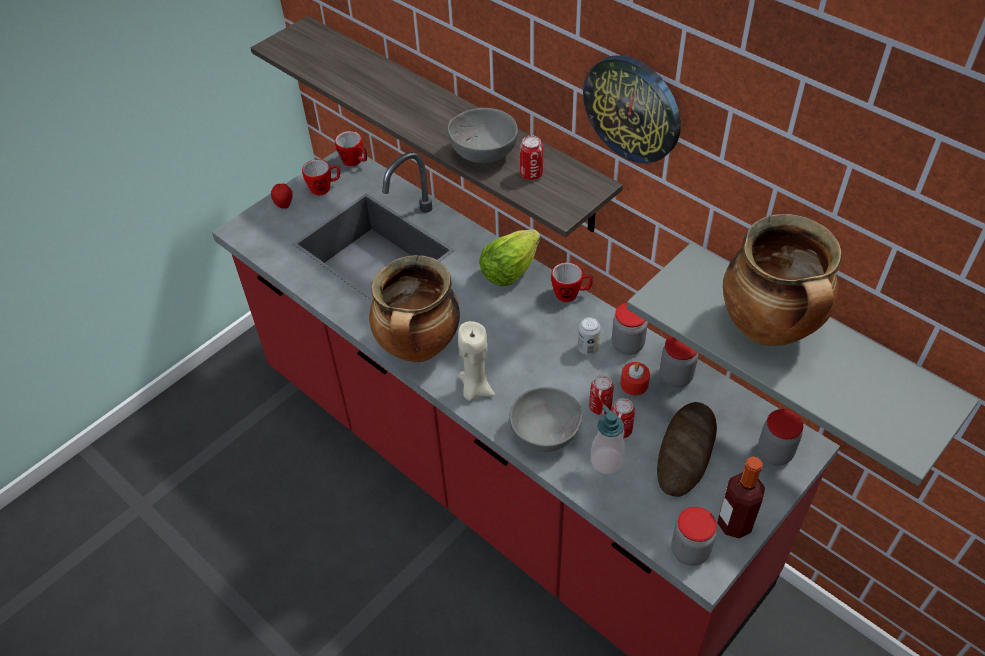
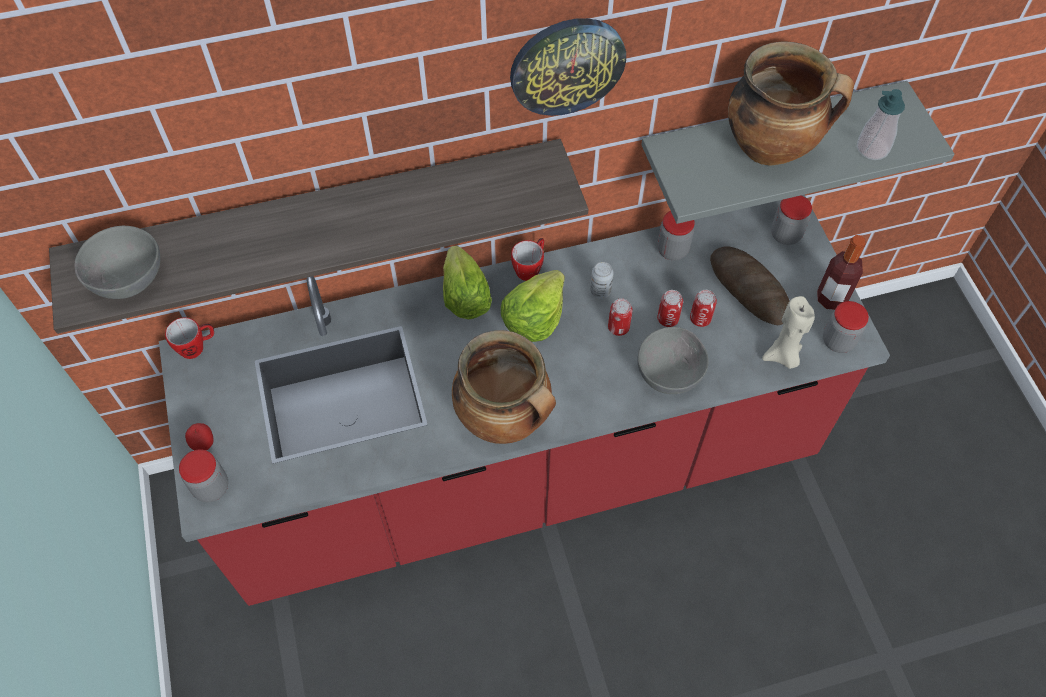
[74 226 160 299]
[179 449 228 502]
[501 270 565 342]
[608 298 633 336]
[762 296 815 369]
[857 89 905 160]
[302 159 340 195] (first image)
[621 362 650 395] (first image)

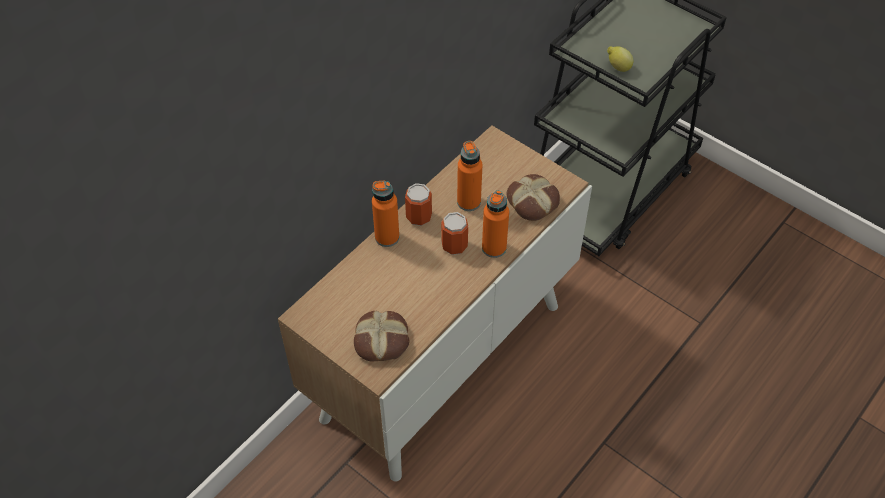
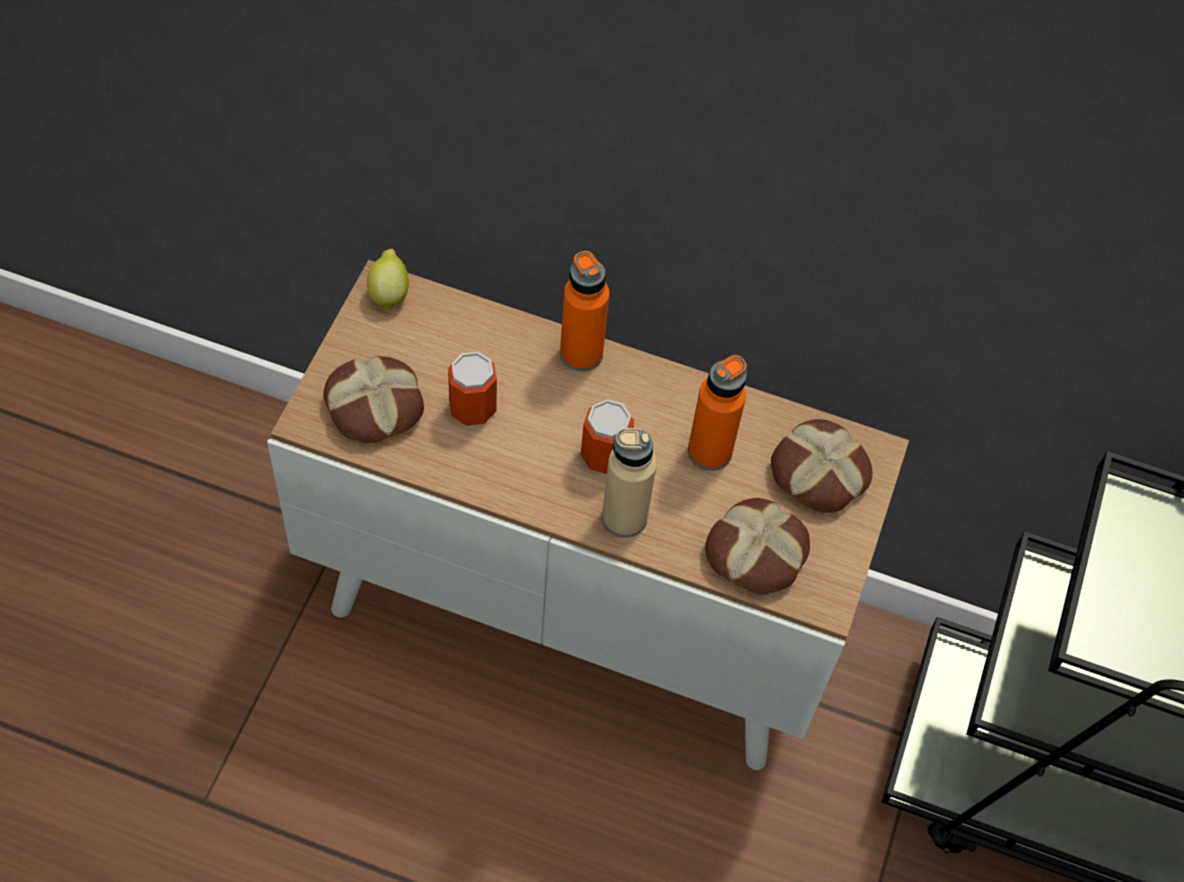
[367 249 409 311]
[448 351 497 426]
[602 428 657 538]
[771 419 872 513]

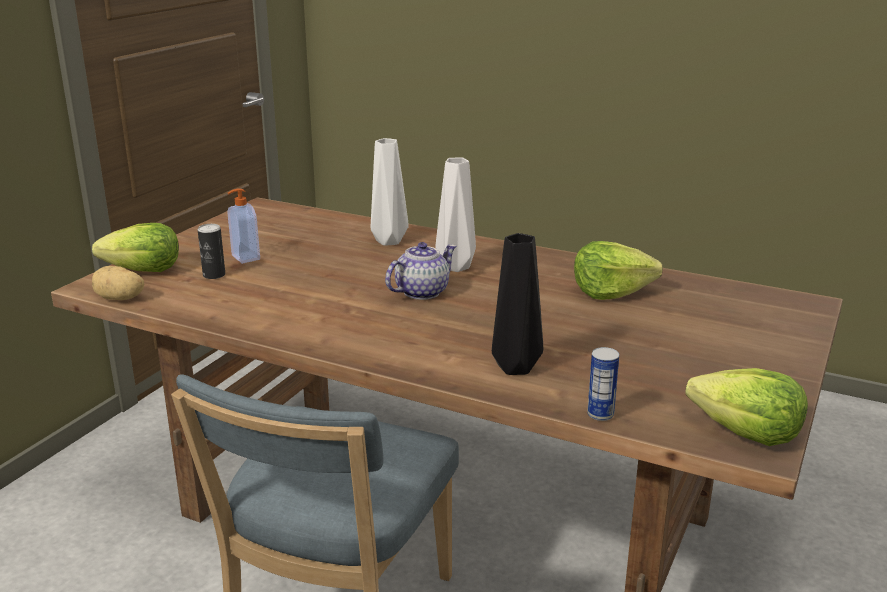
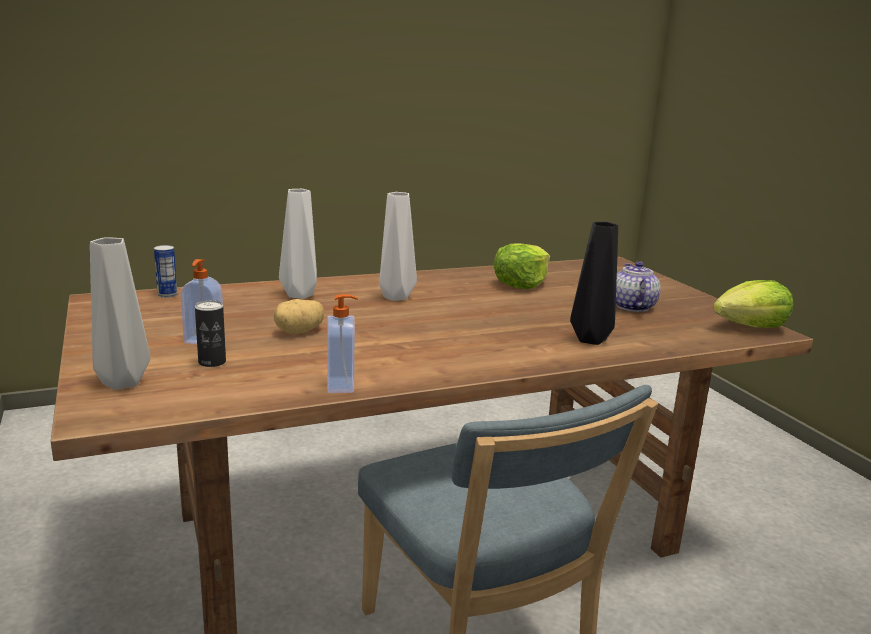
[90 237 150 390]
[154 245 177 298]
[274 299 324 334]
[327 294 358 393]
[616 261 661 312]

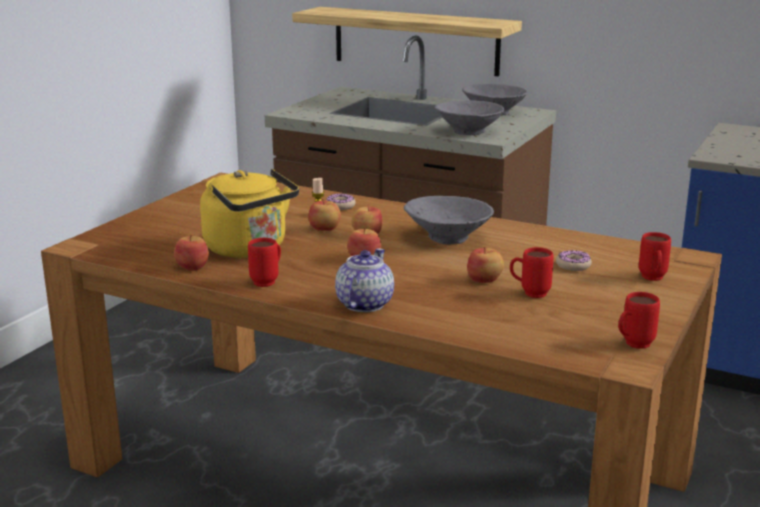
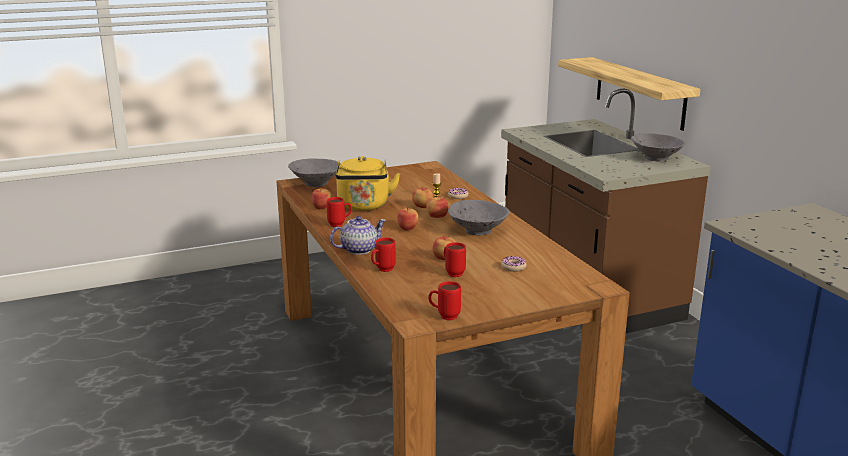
[288 159 341 187]
[371 238 396 272]

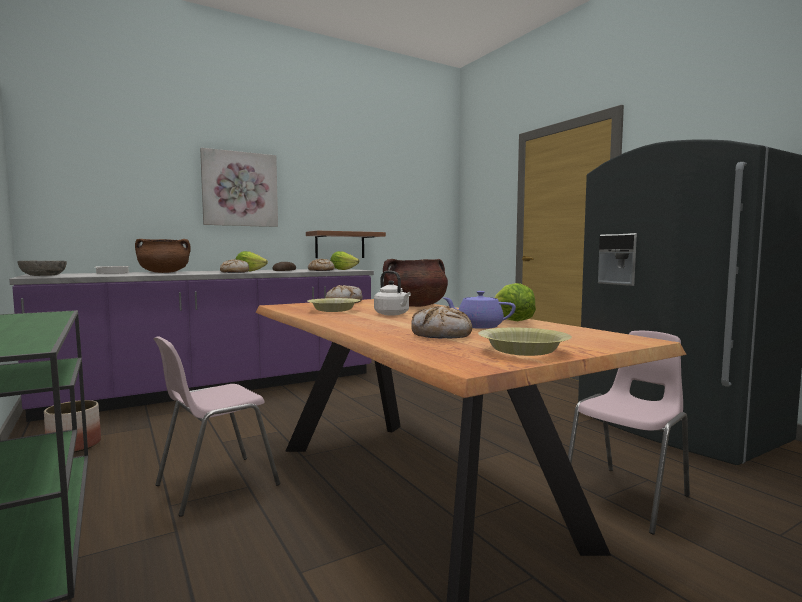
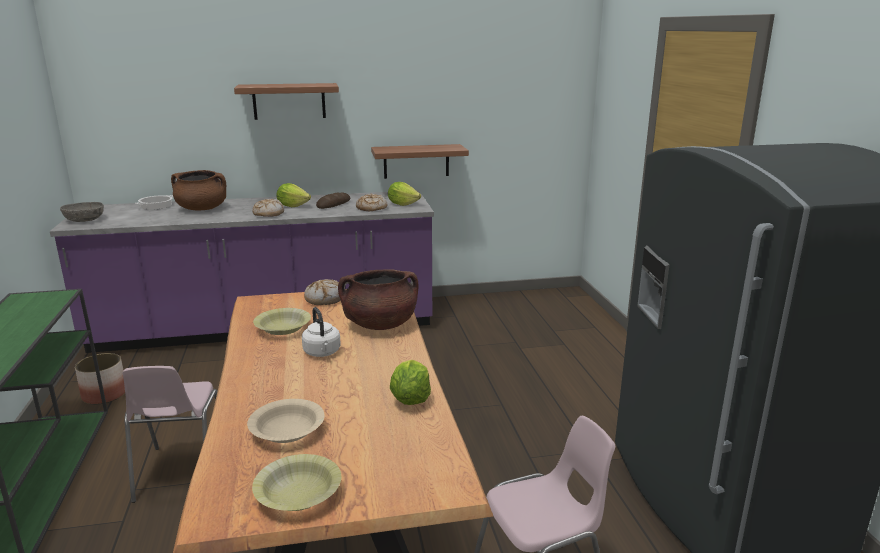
[123 366 218 503]
[234 83 339 120]
[247 399 325 443]
[442 291 516 329] (first image)

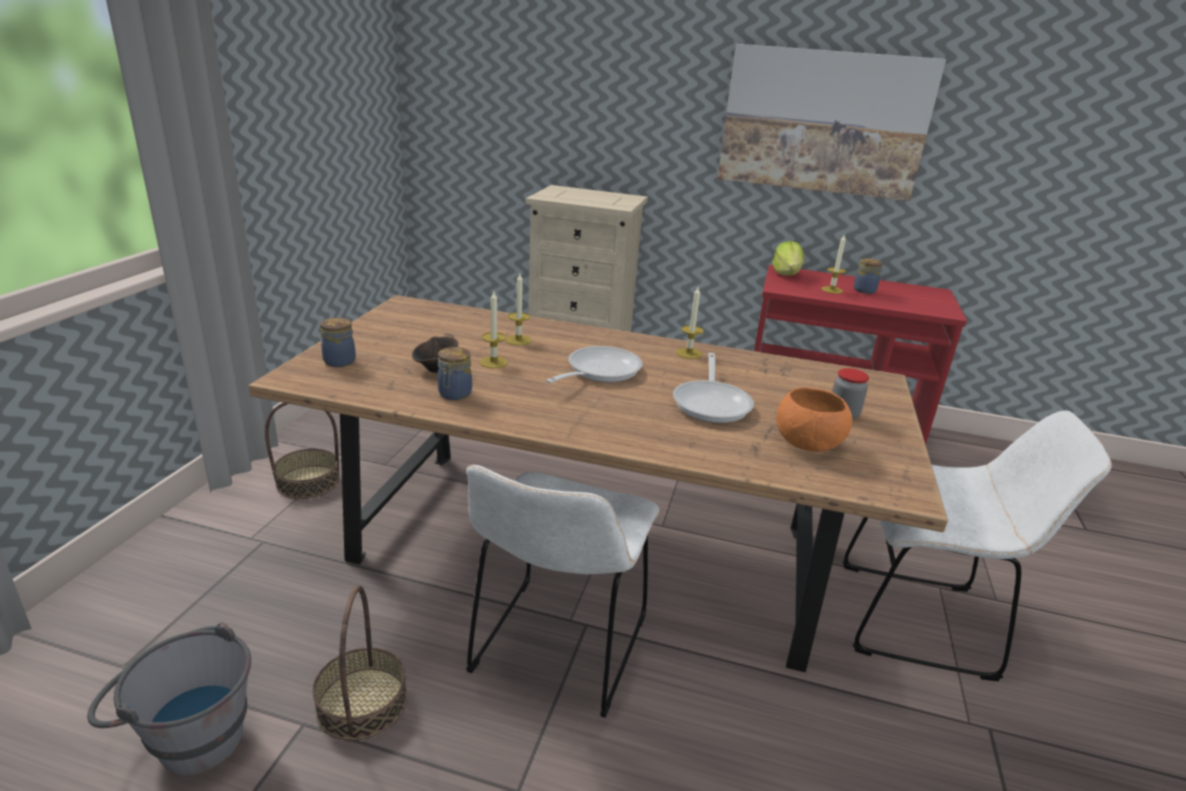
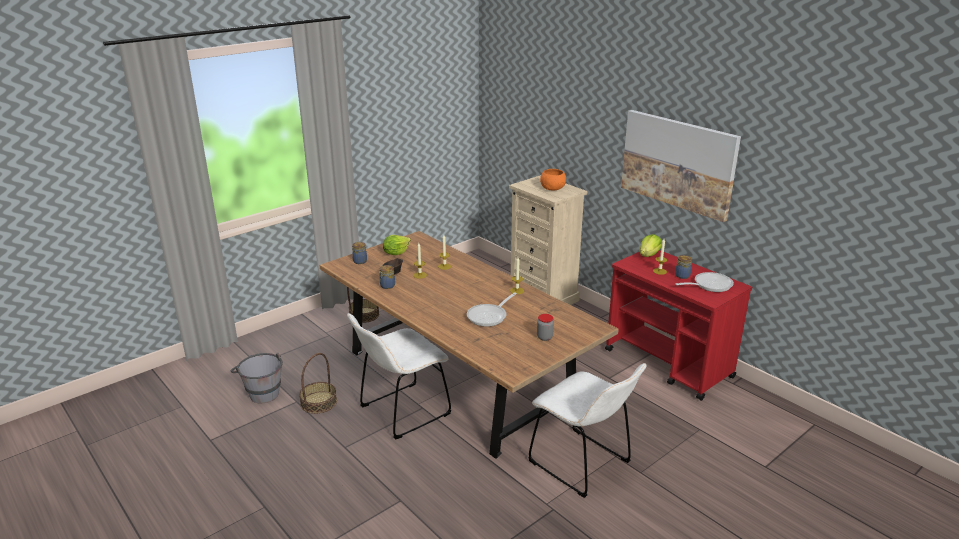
[383 235 411 255]
[540 169 566 190]
[675 272 734 292]

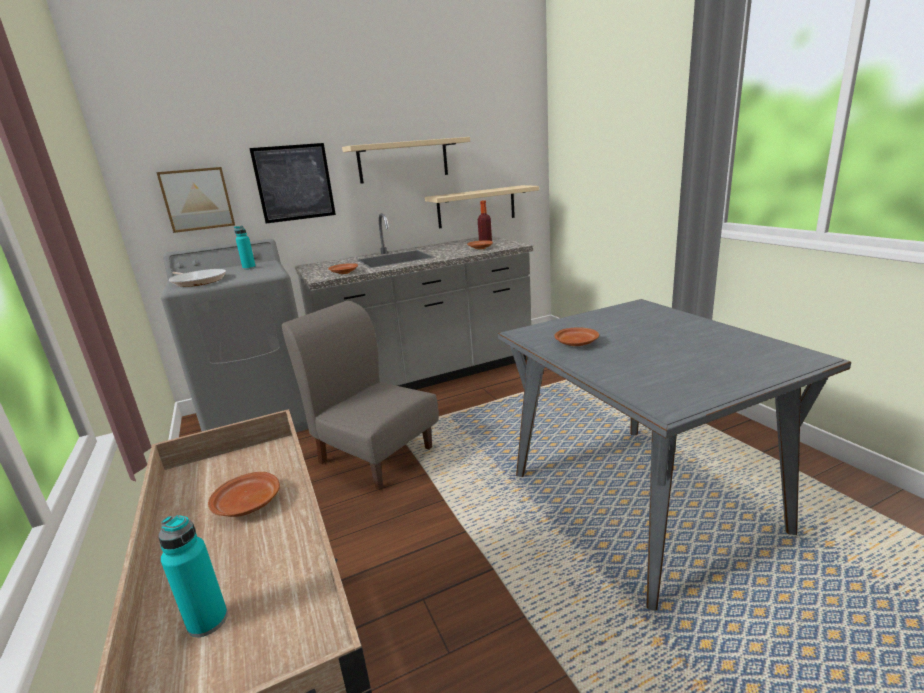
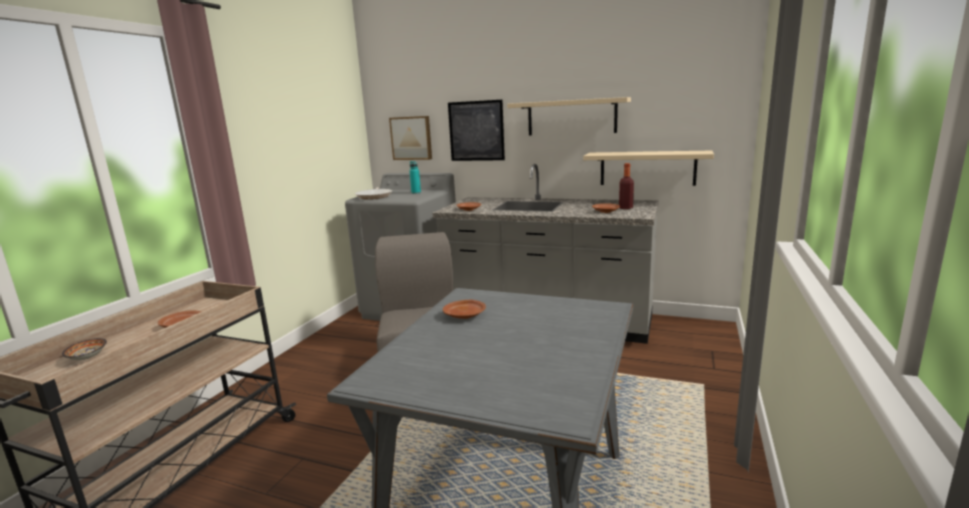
[62 338 107 360]

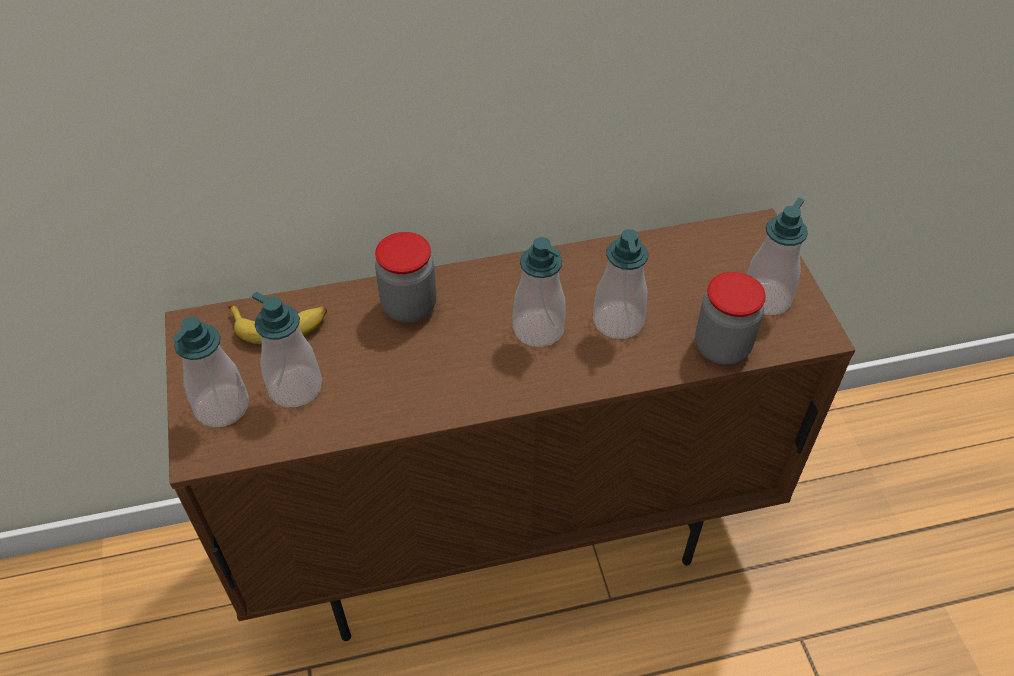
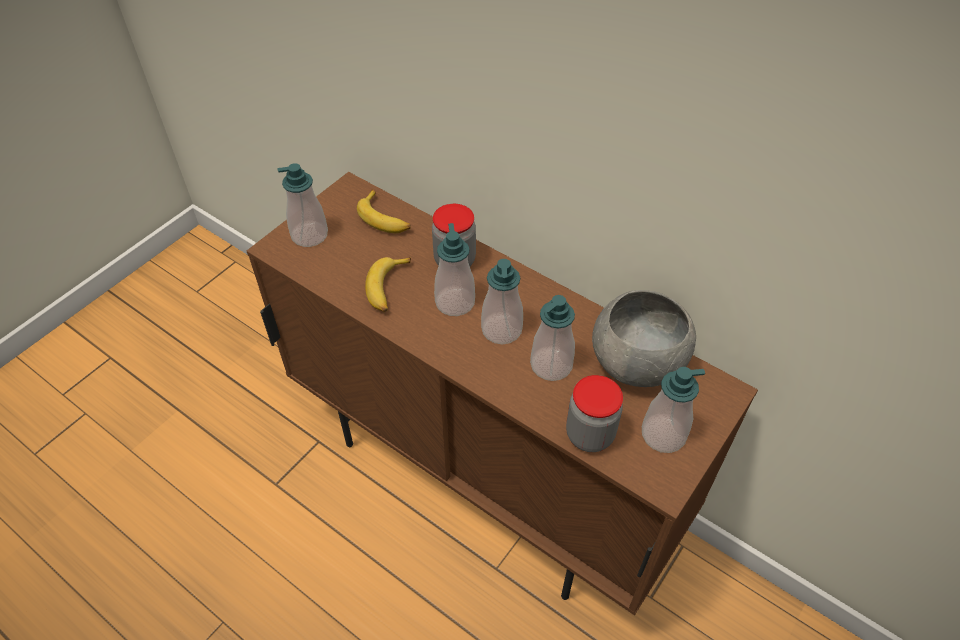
[365 257 411 312]
[434 223 475 316]
[592 290 696 387]

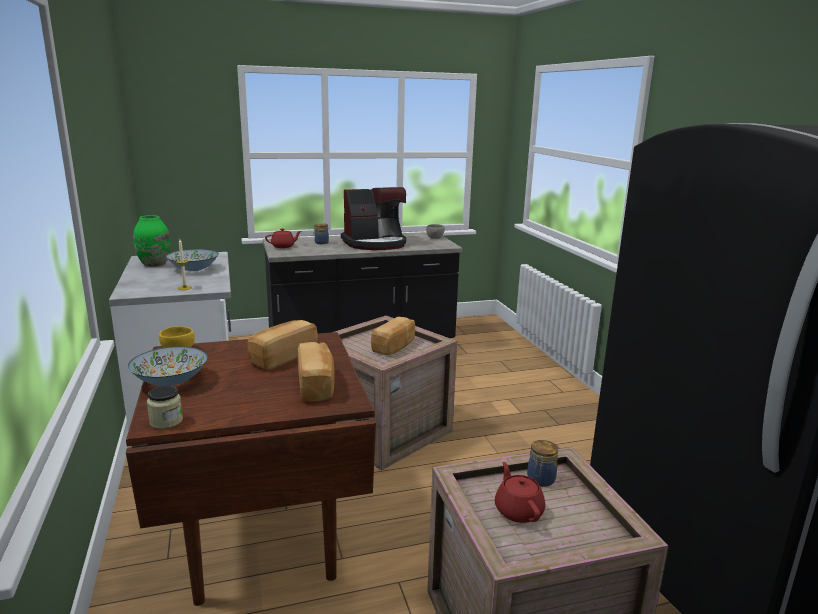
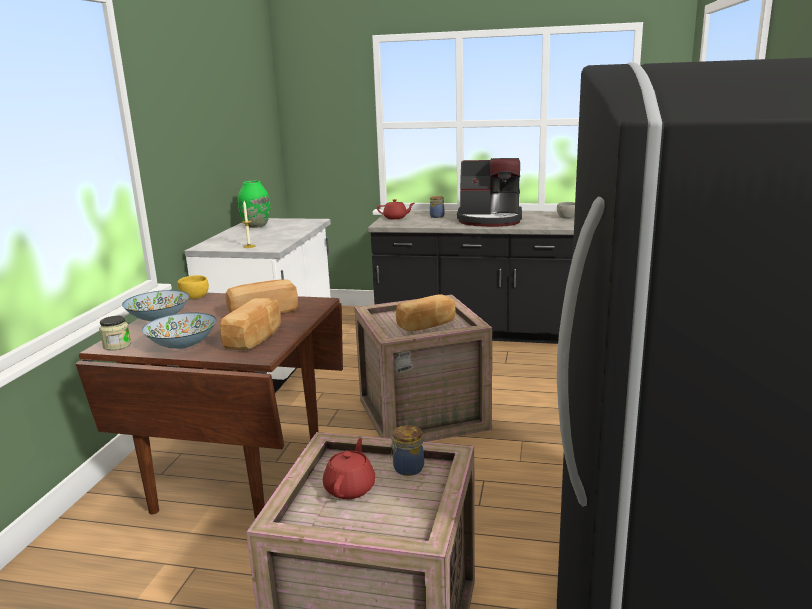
[142 313 217 349]

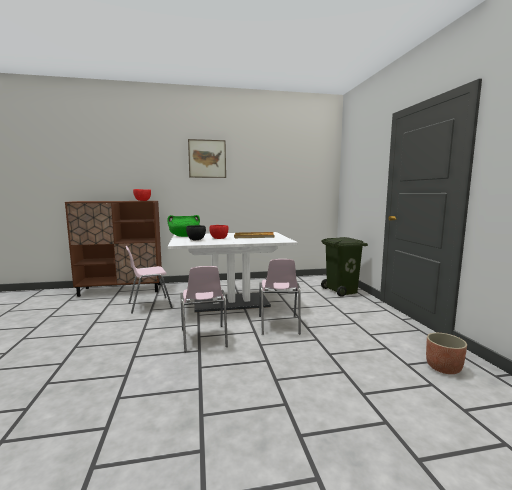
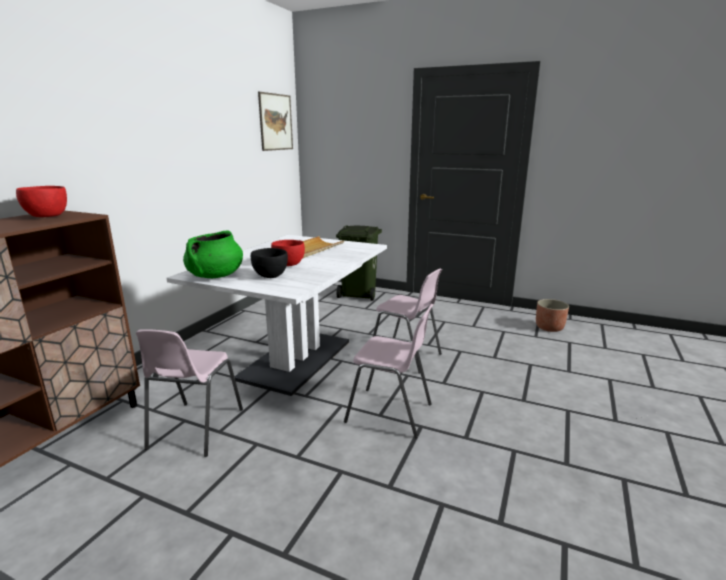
[258 92 293 151]

